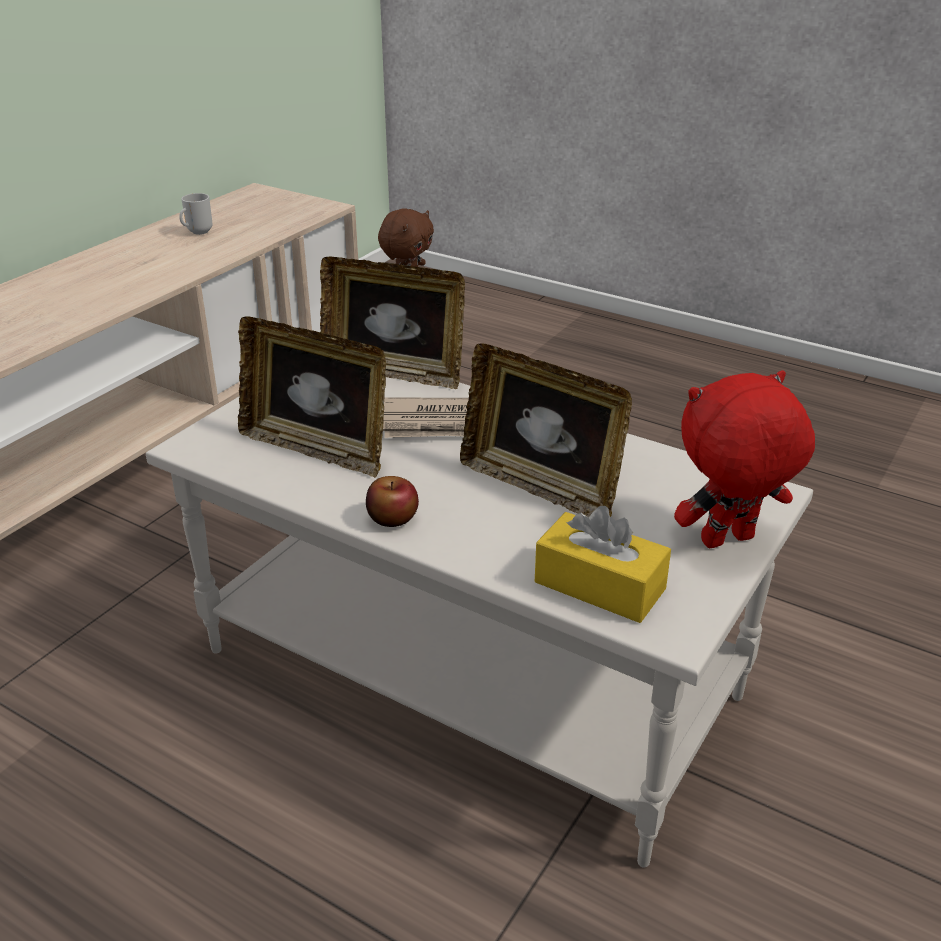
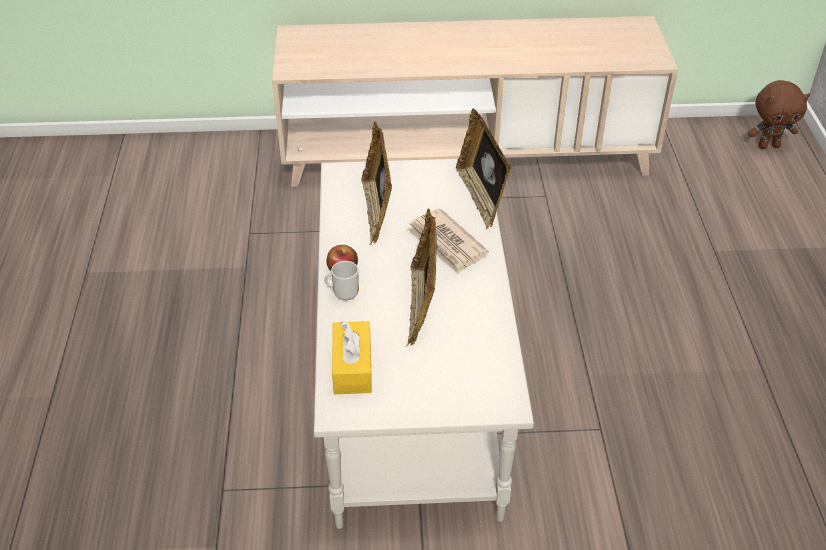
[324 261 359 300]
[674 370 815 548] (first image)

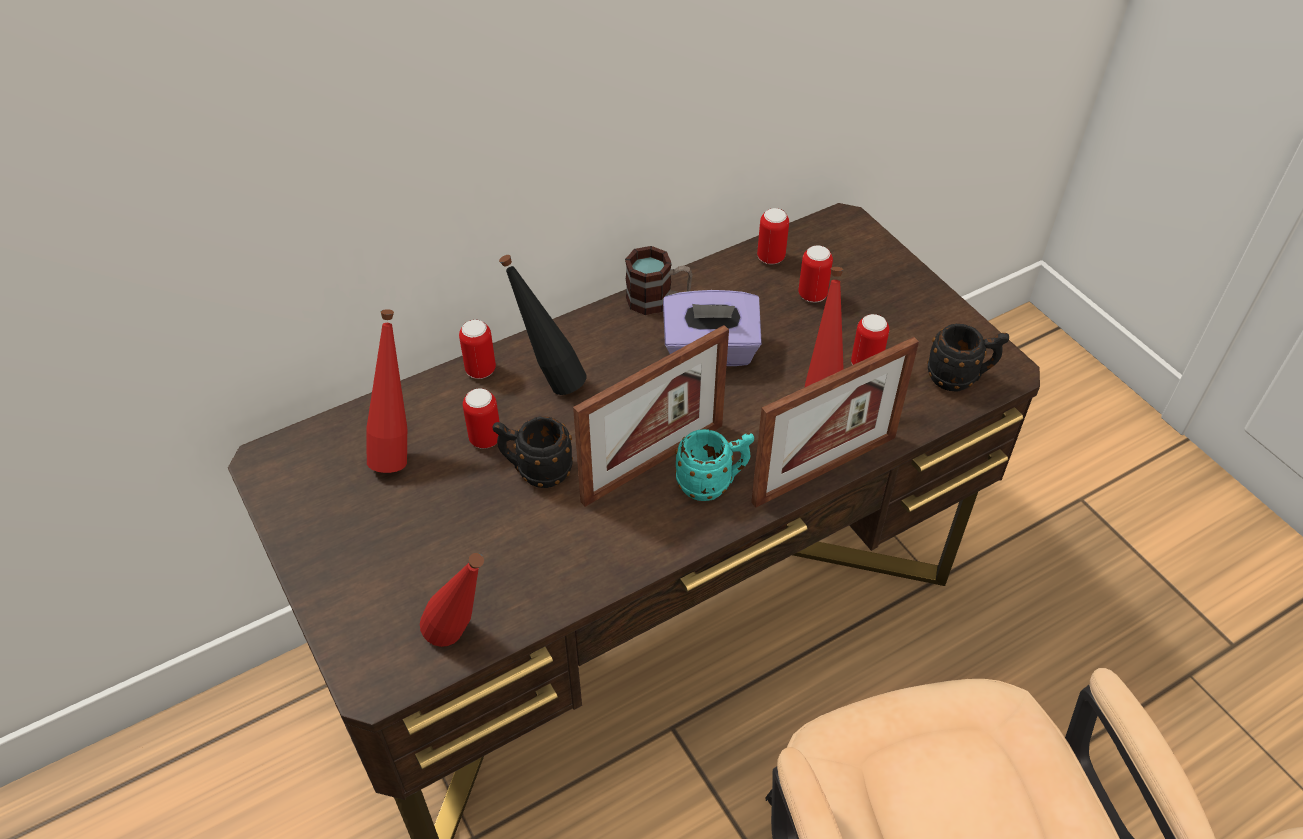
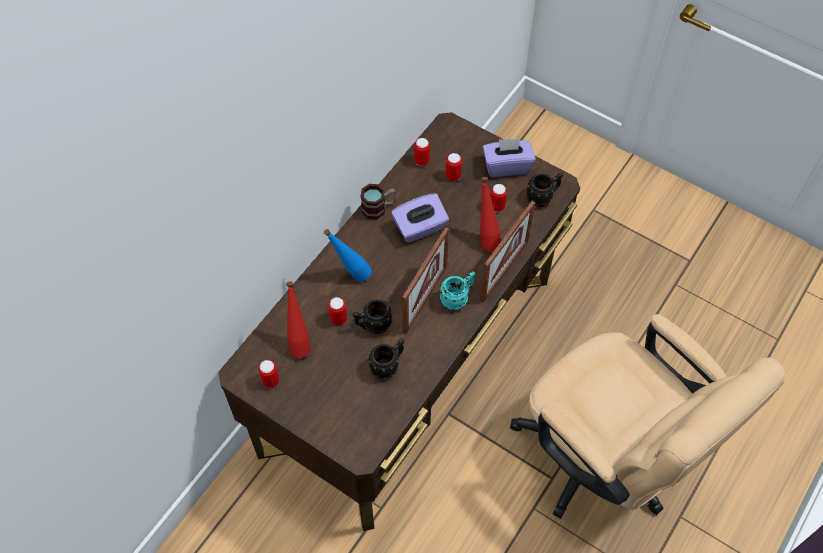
[258 360 279 388]
[324 229 372 282]
[369 338 404 379]
[483 138 536 177]
[420 553 484 647] (first image)

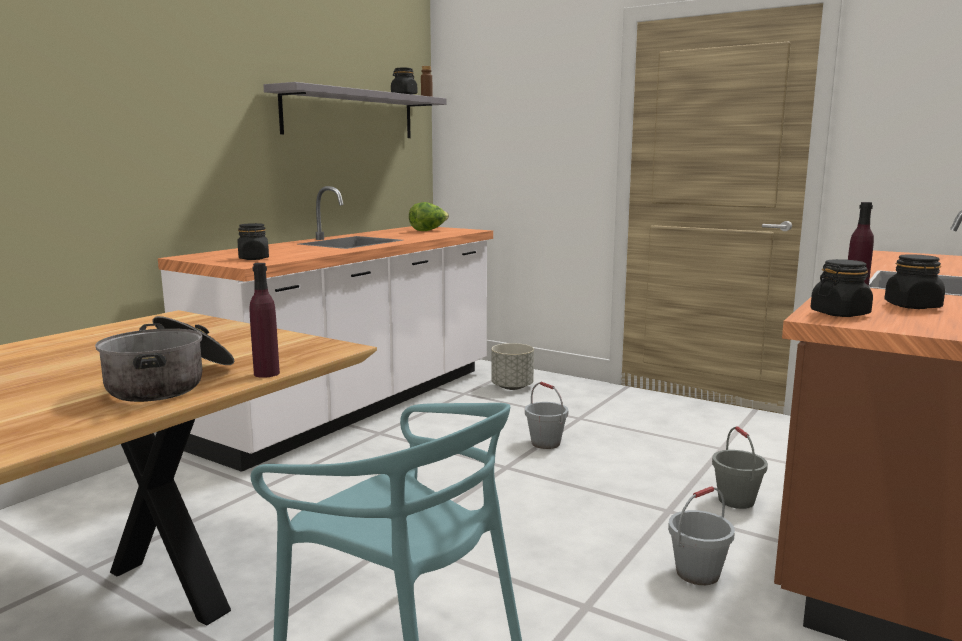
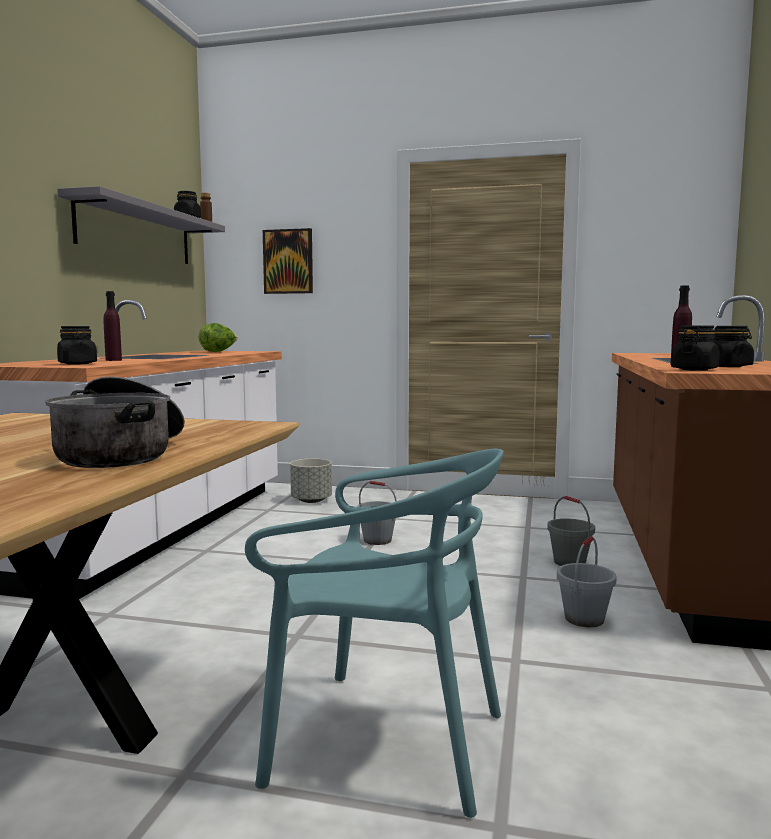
[103 291 122 361]
[263 228 313 294]

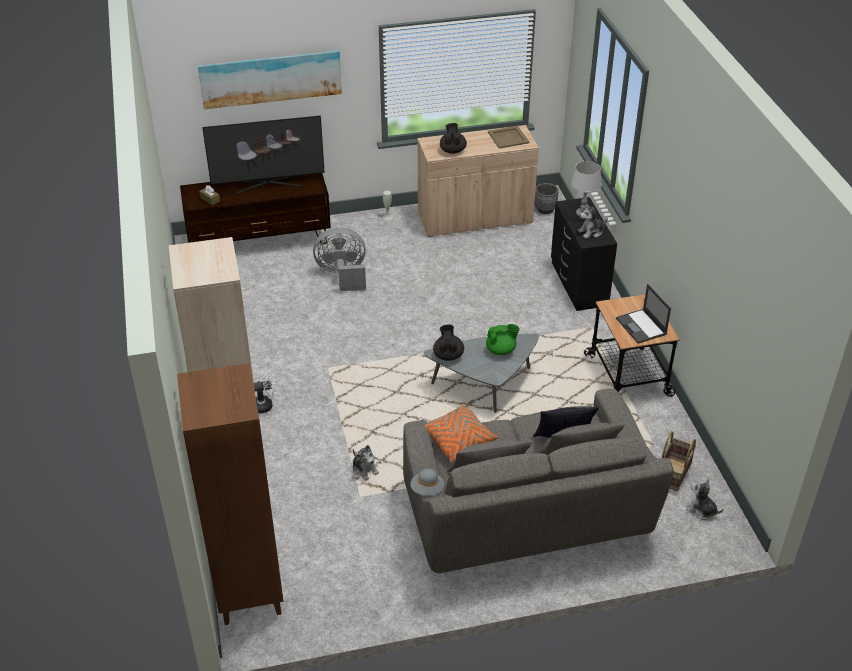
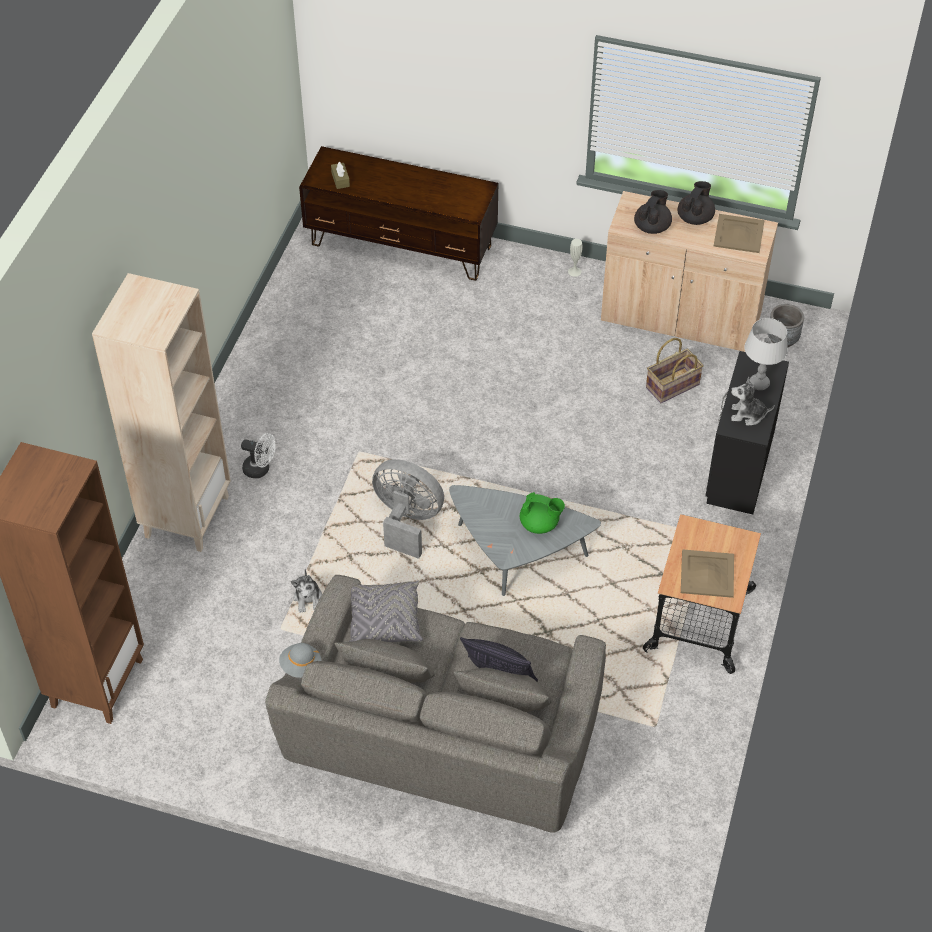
[349 581 423 642]
[372 459 444 559]
[646 338 704 403]
[677 181 715 225]
[681 549 734 598]
[198 51 342 109] (first image)
[202 116 325 194] (first image)
[686 479 723 520] (first image)

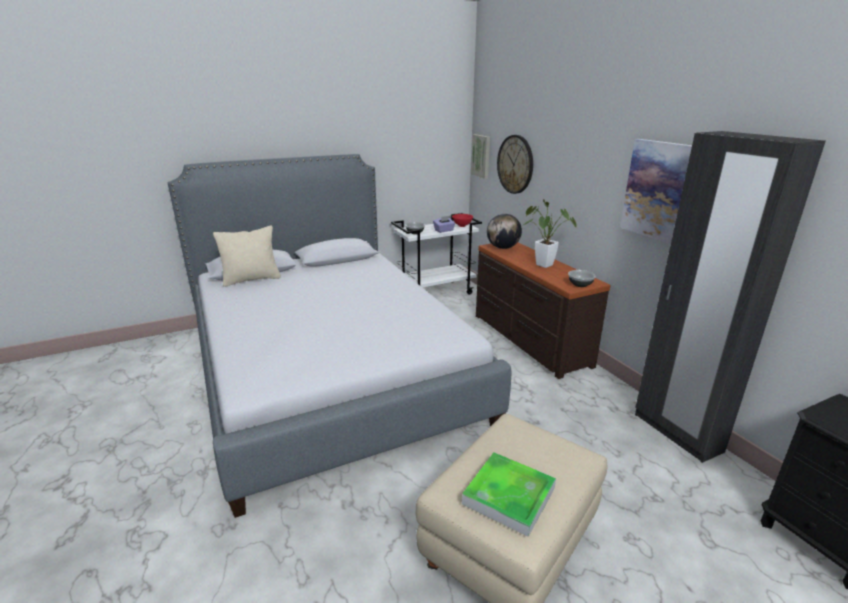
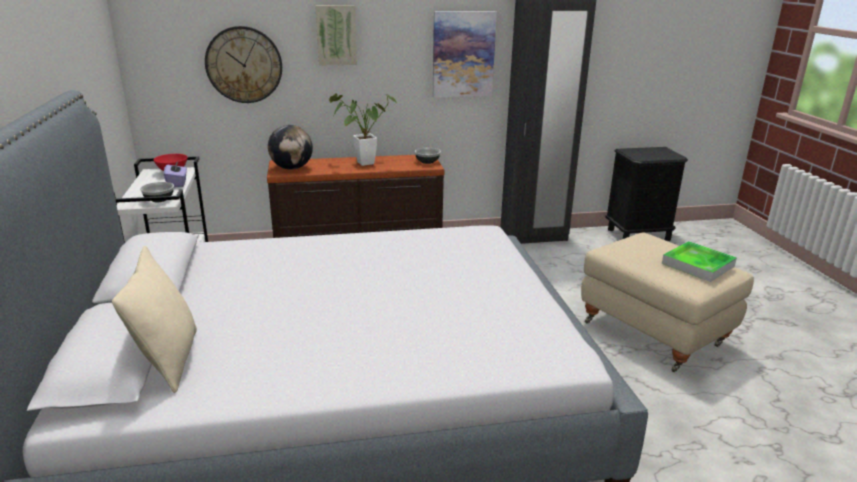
[315 5 357 65]

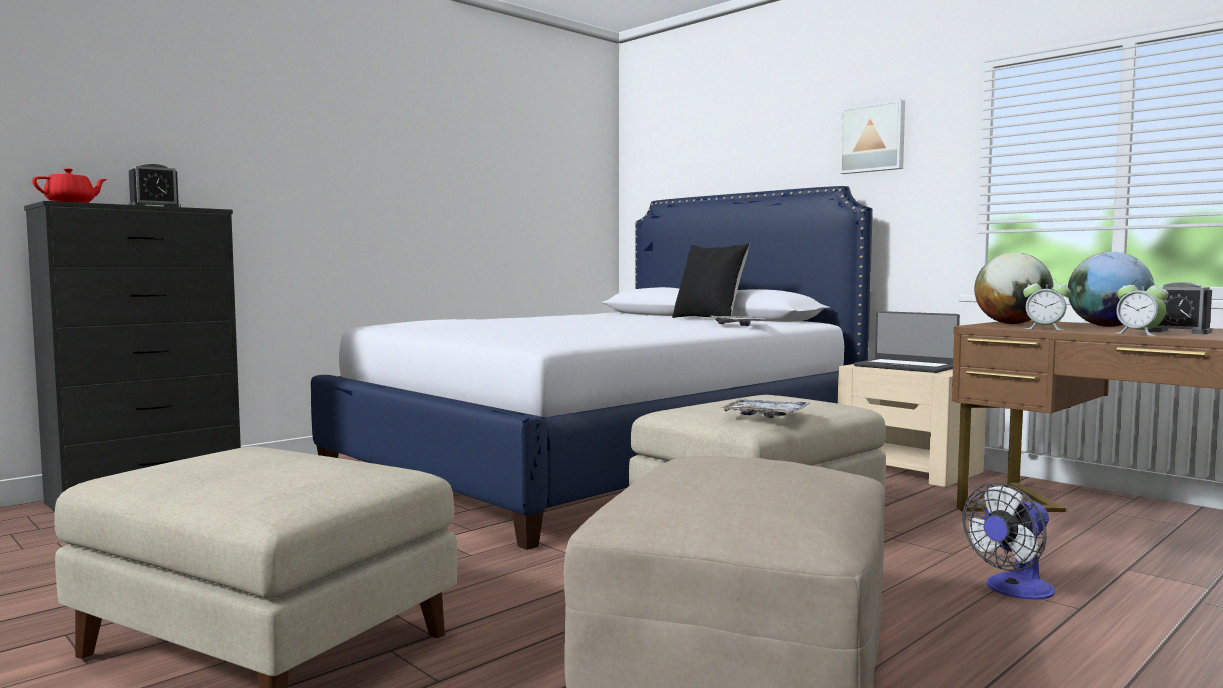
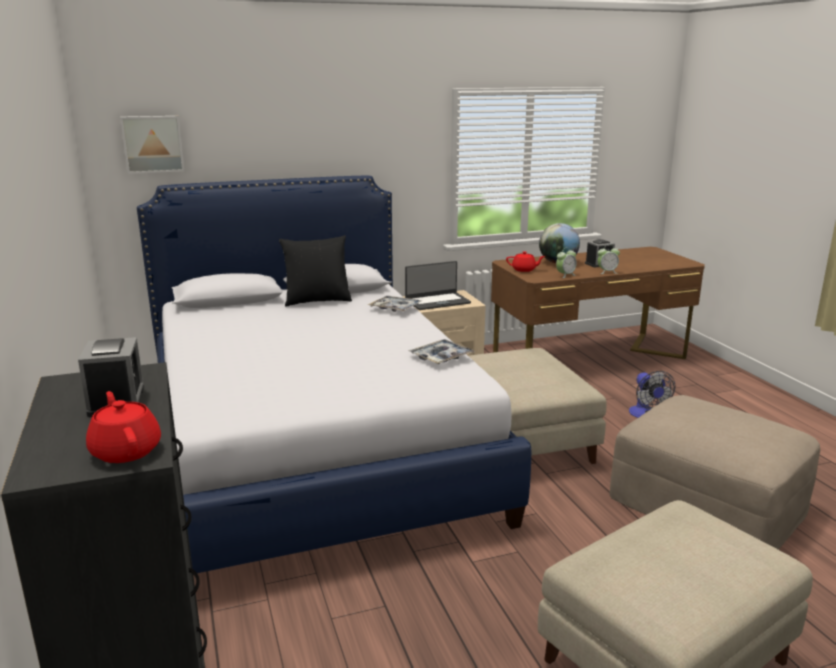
[120 116 185 174]
[409 339 475 364]
[506 251 545 272]

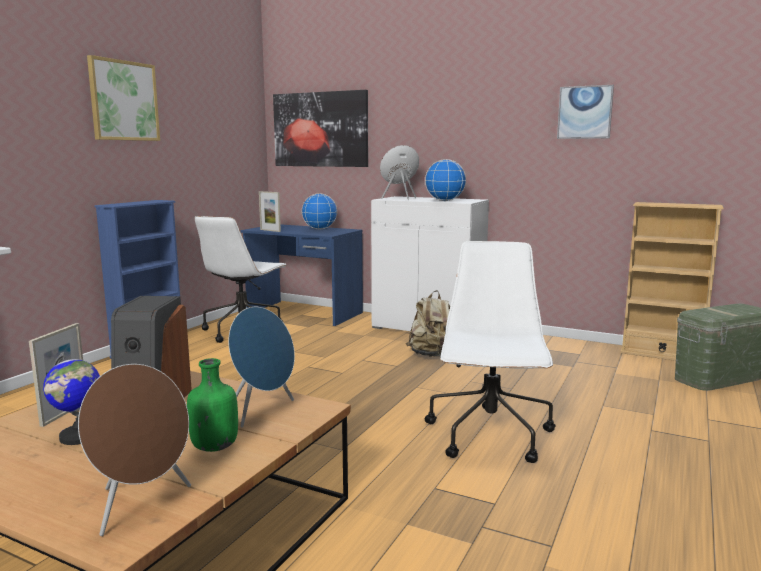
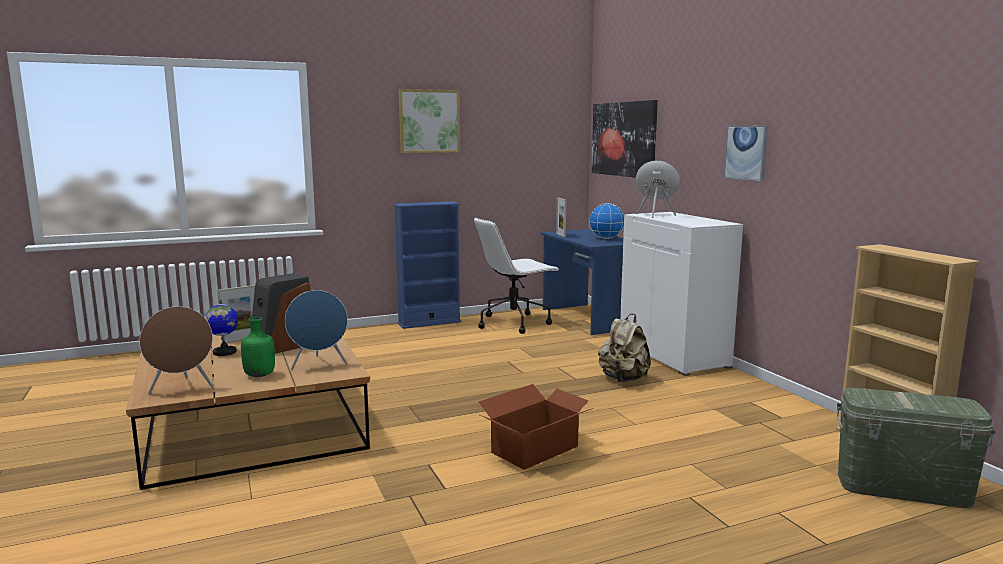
[479 384 593 470]
[724 126 768 182]
[425 159 466 201] (first image)

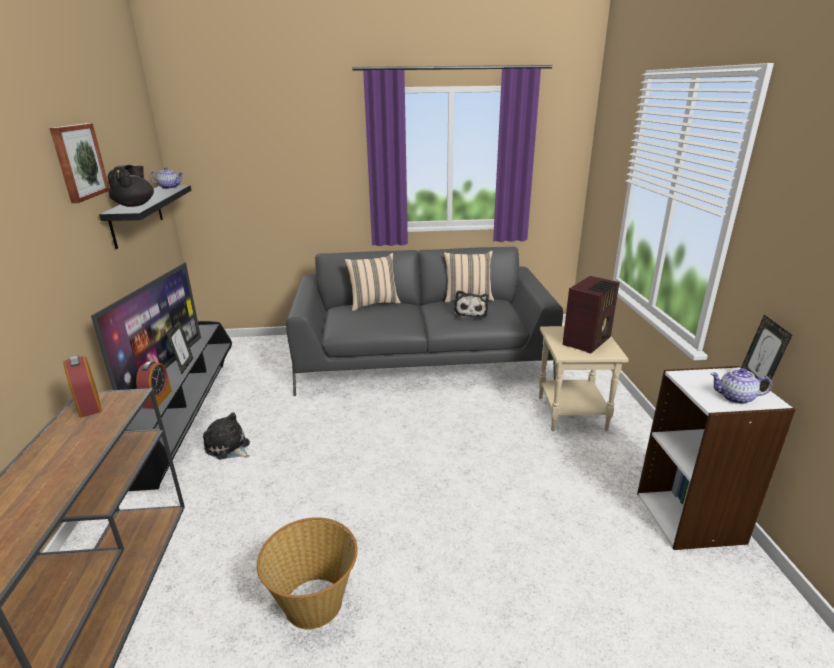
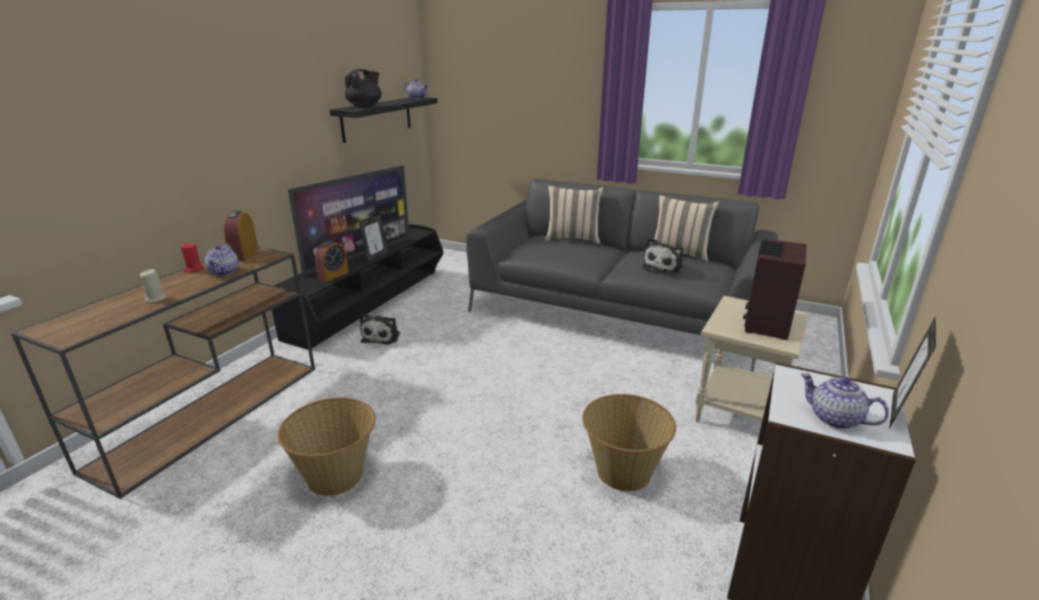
[140 269 167 303]
[180 243 204 272]
[205 244 239 276]
[360 313 400 345]
[582 394 676 491]
[743 239 807 340]
[50 123 110 203] (first image)

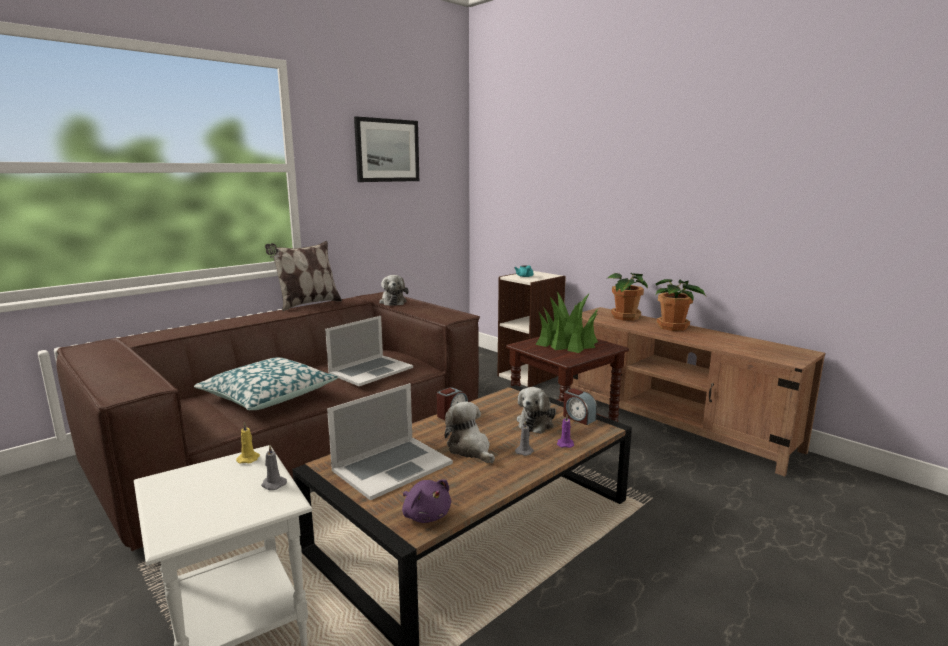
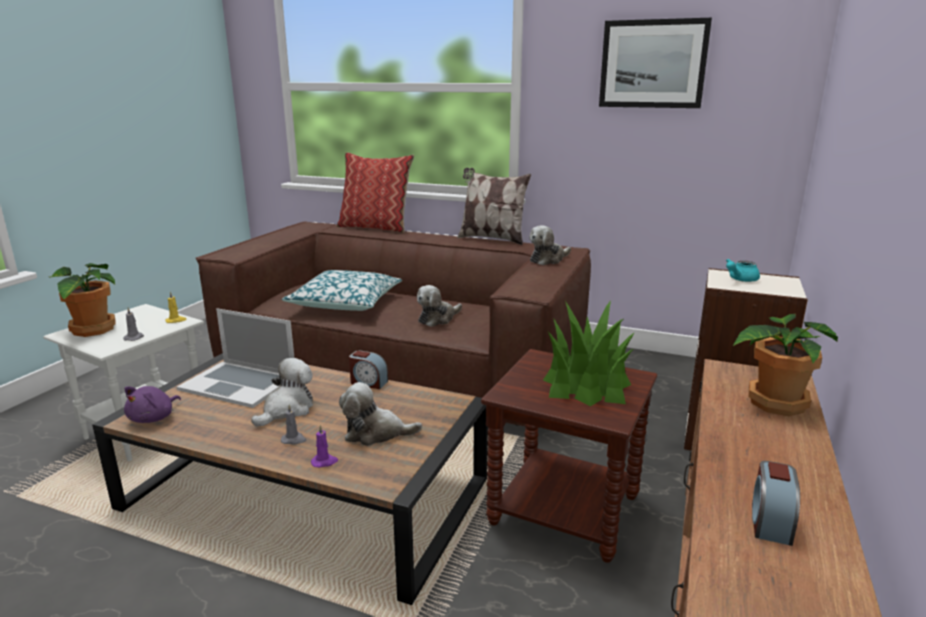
[50 263 116 337]
[337 152 414 233]
[417 285 462 327]
[752 461 800 546]

